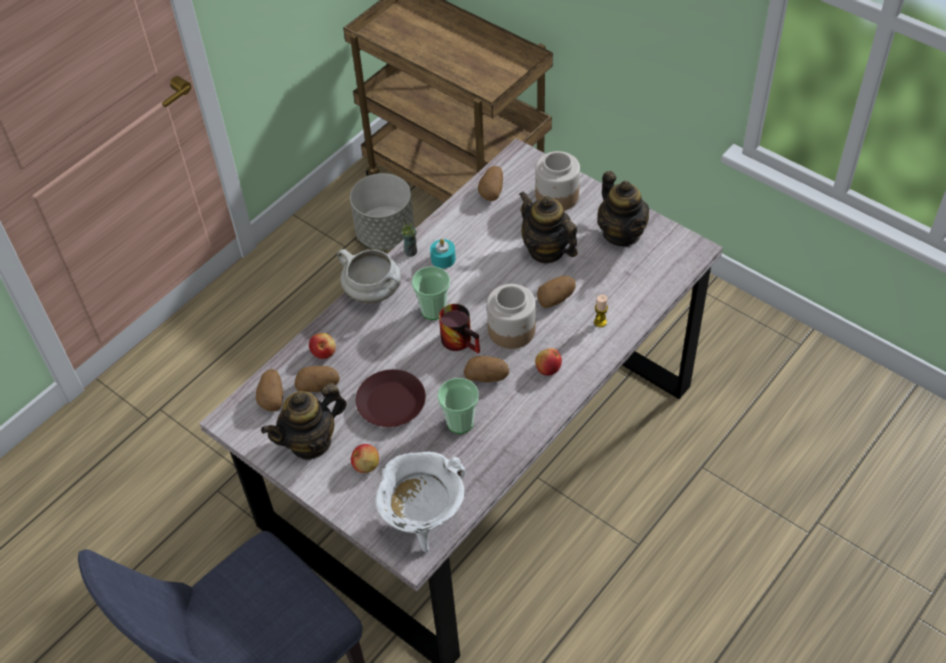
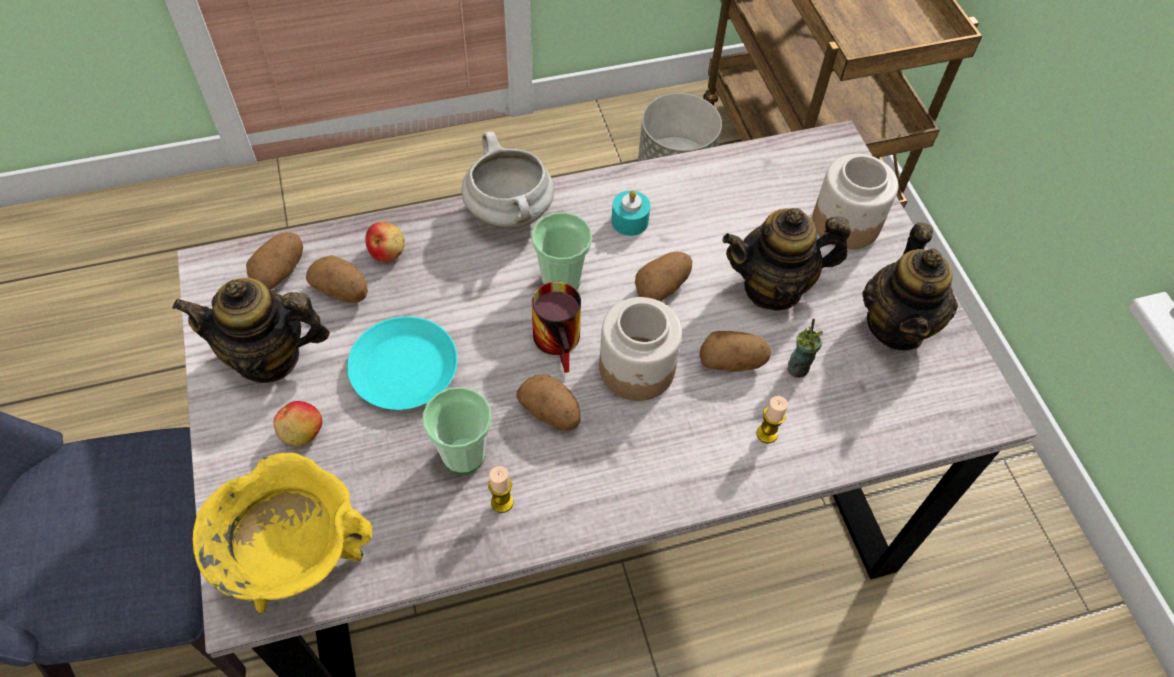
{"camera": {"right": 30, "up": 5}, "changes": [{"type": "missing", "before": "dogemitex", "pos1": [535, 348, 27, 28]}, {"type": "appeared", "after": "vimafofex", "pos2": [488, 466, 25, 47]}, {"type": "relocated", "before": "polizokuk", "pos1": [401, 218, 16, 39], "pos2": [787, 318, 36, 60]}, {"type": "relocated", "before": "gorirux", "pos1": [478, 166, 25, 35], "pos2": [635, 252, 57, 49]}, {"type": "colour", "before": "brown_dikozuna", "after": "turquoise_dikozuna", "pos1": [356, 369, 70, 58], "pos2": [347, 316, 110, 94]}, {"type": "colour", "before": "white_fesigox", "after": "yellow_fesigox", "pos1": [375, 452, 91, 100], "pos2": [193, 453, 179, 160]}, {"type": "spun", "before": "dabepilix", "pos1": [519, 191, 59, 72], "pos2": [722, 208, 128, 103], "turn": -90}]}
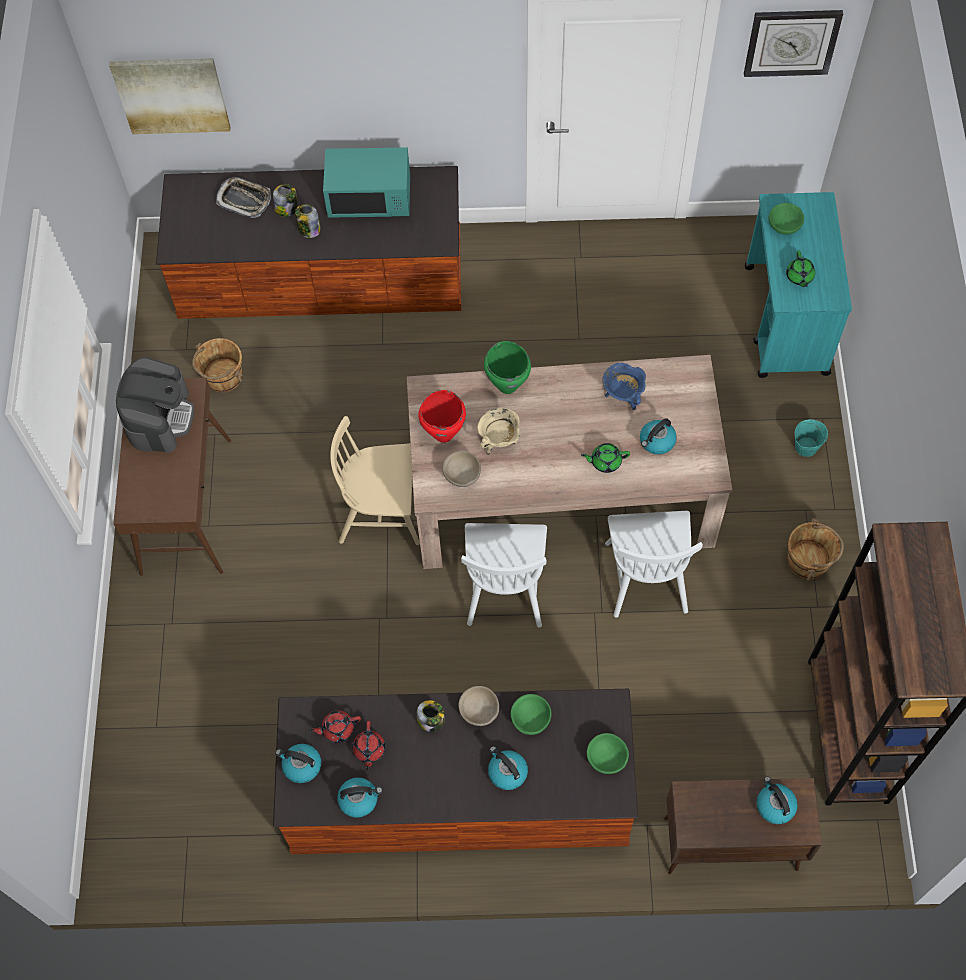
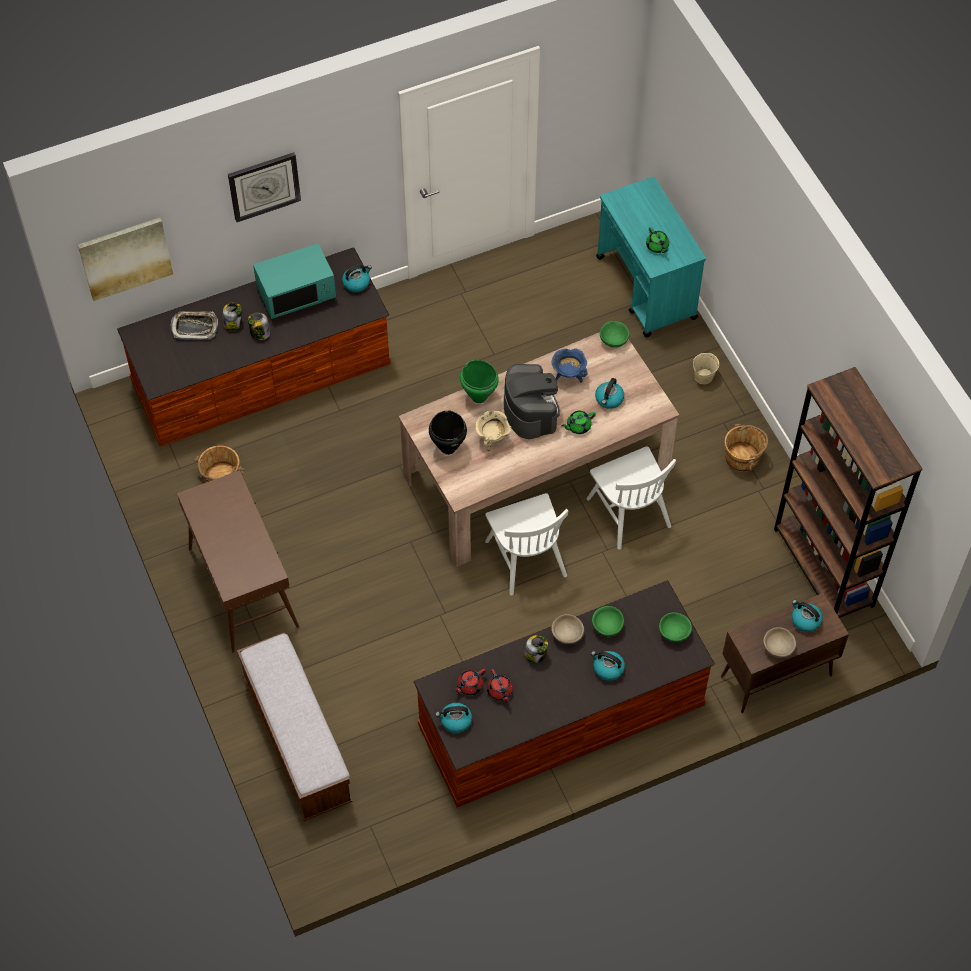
{"camera": {"right": -25, "up": -5}, "changes": [{"type": "missing", "before": "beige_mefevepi", "pos1": [330, 416, 90, 129]}, {"type": "appeared", "after": "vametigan", "pos2": [237, 632, 116, 189]}, {"type": "relocated", "before": "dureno", "pos1": [116, 357, 78, 96], "pos2": [504, 364, 56, 75]}, {"type": "relocated", "before": "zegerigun", "pos1": [337, 777, 45, 41], "pos2": [342, 265, 30, 27]}, {"type": "relocated", "before": "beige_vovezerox", "pos1": [443, 451, 38, 36], "pos2": [763, 627, 33, 31]}, {"type": "relocated", "before": "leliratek", "pos1": [744, 10, 99, 67], "pos2": [228, 152, 73, 70]}, {"type": "relocated", "before": "green_vovezerox", "pos1": [769, 203, 35, 32], "pos2": [600, 321, 29, 27]}, {"type": "colour", "before": "red_fesigox", "after": "black_fesigox", "pos1": [418, 390, 48, 53], "pos2": [429, 410, 38, 45]}, {"type": "colour", "before": "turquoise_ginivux", "after": "beige_ginivux", "pos1": [795, 419, 33, 38], "pos2": [693, 353, 26, 31]}]}
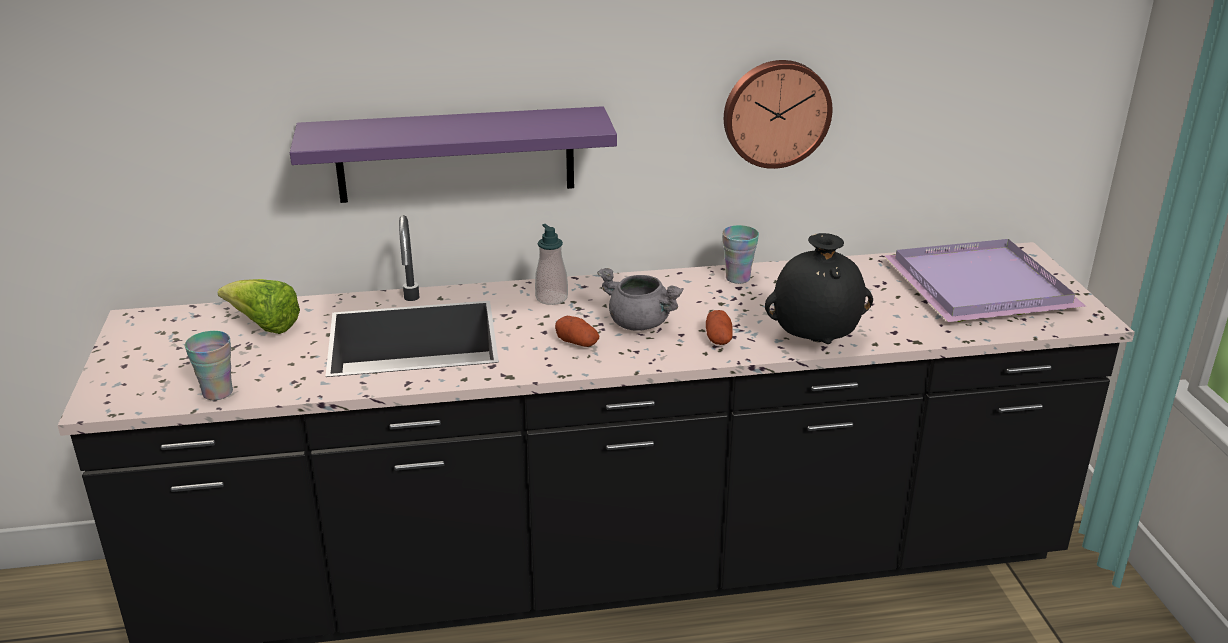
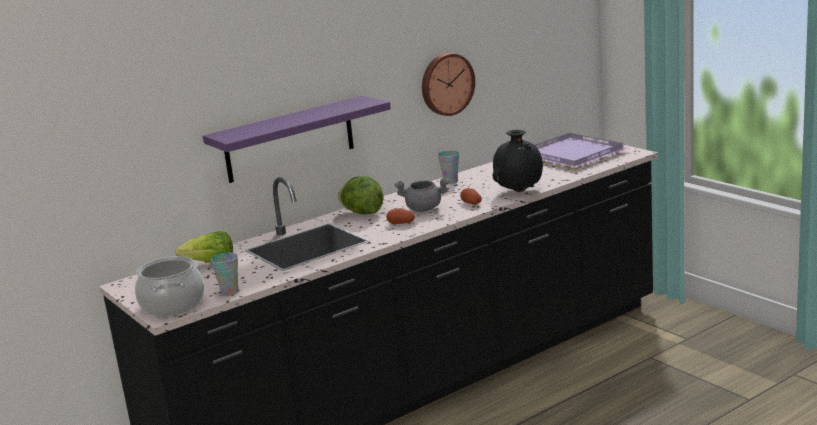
{"camera": {"right": -25, "up": -10}, "changes": [{"type": "appeared", "after": "fesigox", "pos2": [135, 256, 69, 60]}, {"type": "exchanged", "before": "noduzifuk", "after": "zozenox", "pos1": [535, 224, 33, 81], "pos2": [338, 176, 45, 38]}]}
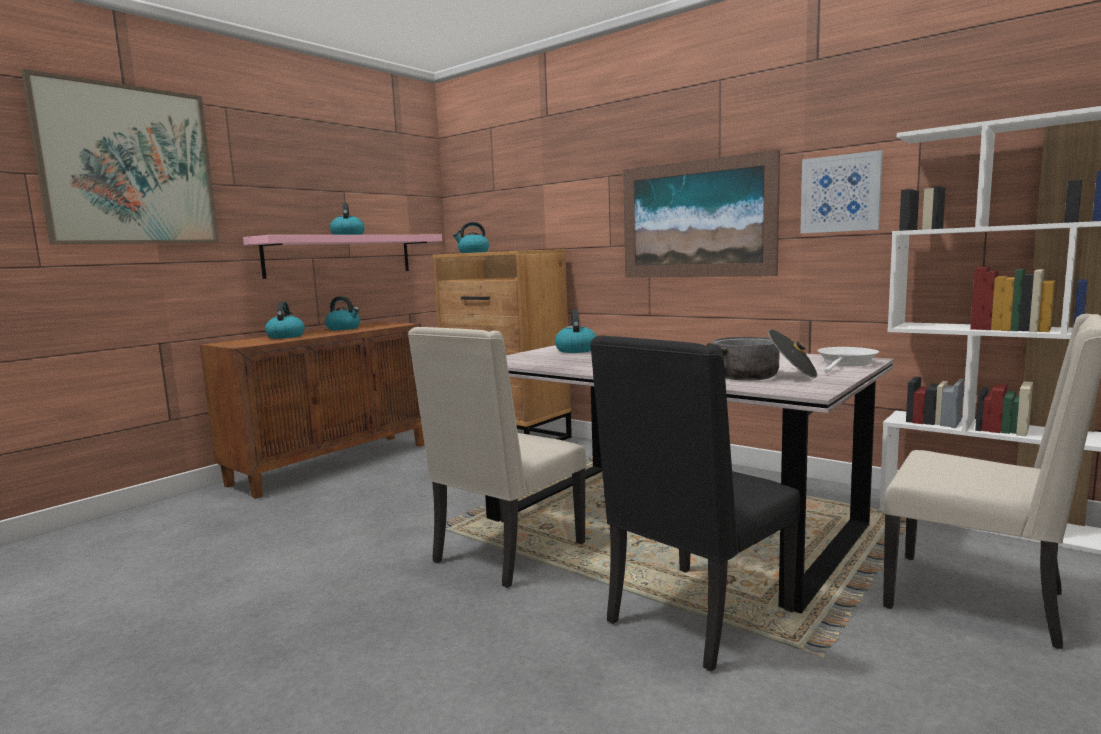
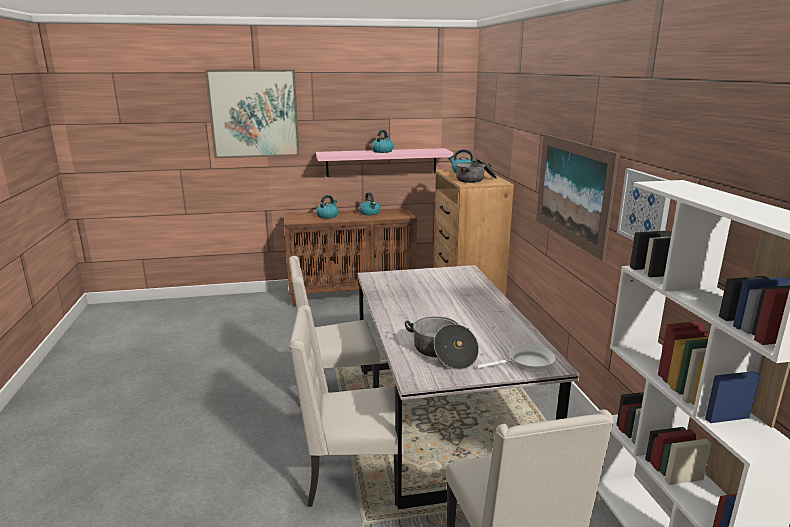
{"camera": {"right": 40, "up": 10}, "changes": [{"type": "missing", "before": "zegerigun", "pos1": [555, 310, 41, 43]}, {"type": "appeared", "after": "fesigox", "pos2": [456, 159, 41, 24]}, {"type": "colour", "before": "black_mefevepi", "after": "beige_mefevepi", "pos1": [590, 335, 210, 337], "pos2": [289, 305, 114, 202]}]}
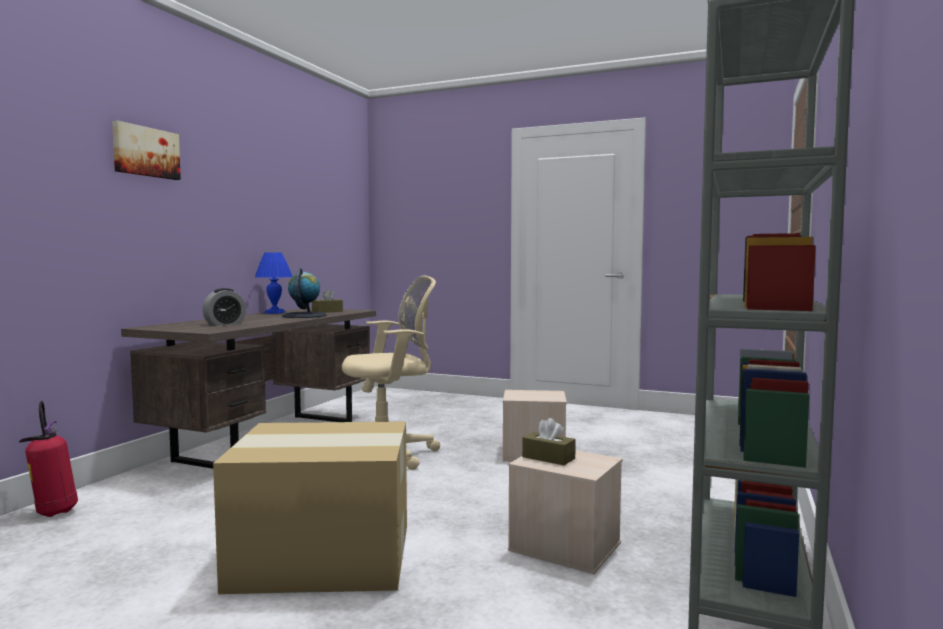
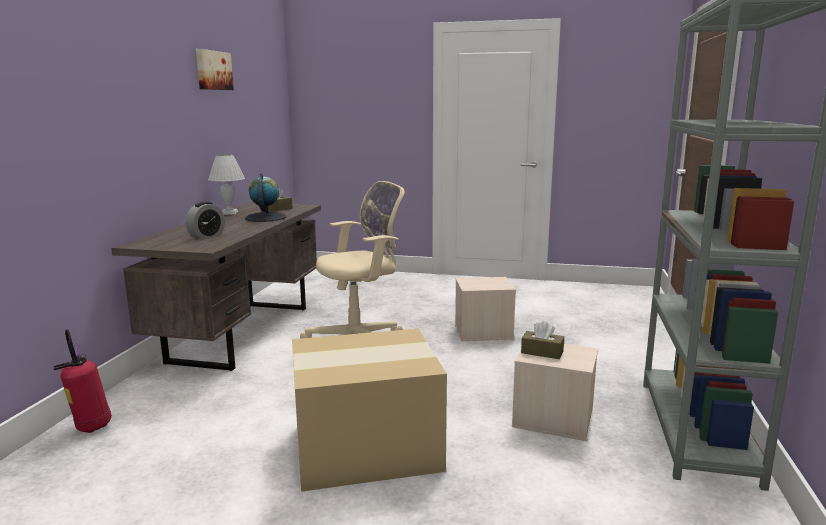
{"camera": {"right": -10, "up": 10}, "changes": [{"type": "relocated", "before": "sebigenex", "pos1": [112, 121, 69, 59], "pos2": [196, 49, 38, 41]}, {"type": "colour", "before": "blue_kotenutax", "after": "white_kotenutax", "pos1": [255, 252, 38, 62], "pos2": [208, 155, 37, 60]}]}
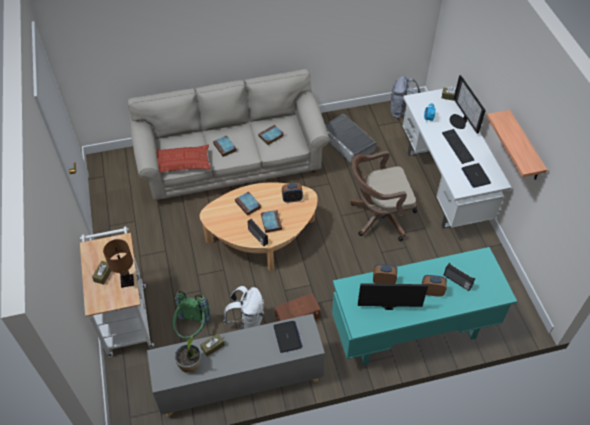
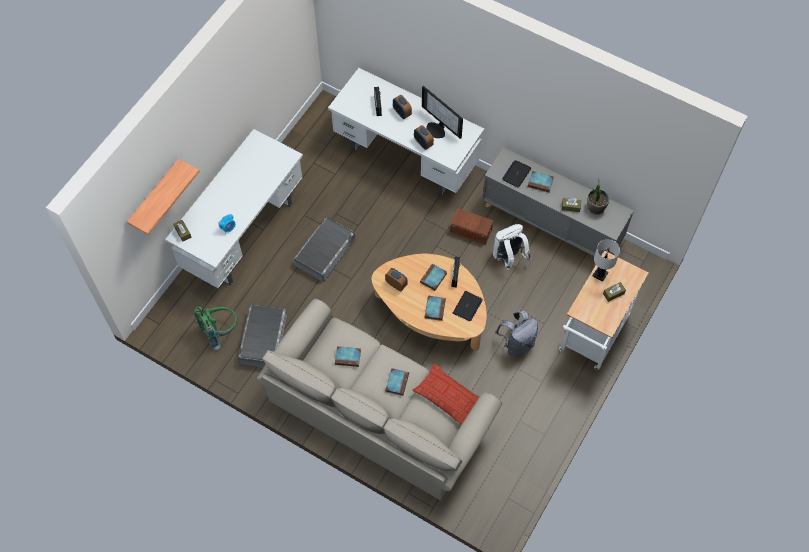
{"camera": {"right": -135, "up": 10}, "changes": [{"type": "missing", "before": "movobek", "pos1": [442, 129, 32, 35]}, {"type": "missing", "before": "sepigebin", "pos1": [450, 75, 36, 59]}, {"type": "appeared", "after": "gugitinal", "pos2": [528, 171, 26, 22]}, {"type": "relocated", "before": "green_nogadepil", "pos1": [173, 291, 38, 48], "pos2": [194, 307, 43, 43]}, {"type": "relocated", "before": "grey_nogadepil", "pos1": [391, 76, 30, 43], "pos2": [495, 311, 43, 46]}, {"type": "relocated", "before": "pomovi", "pos1": [462, 163, 29, 25], "pos2": [453, 291, 30, 30]}, {"type": "relocated", "before": "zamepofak", "pos1": [487, 110, 60, 70], "pos2": [127, 159, 73, 76]}, {"type": "exchanged", "before": "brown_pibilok", "after": "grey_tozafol", "pos1": [350, 151, 67, 90], "pos2": [294, 217, 61, 65]}, {"type": "colour", "before": "brown_kotenutax", "after": "white_kotenutax", "pos1": [103, 239, 31, 49], "pos2": [593, 239, 27, 43]}, {"type": "colour", "before": "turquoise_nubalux", "after": "white_nubalux", "pos1": [332, 247, 185, 118], "pos2": [328, 68, 156, 129]}]}
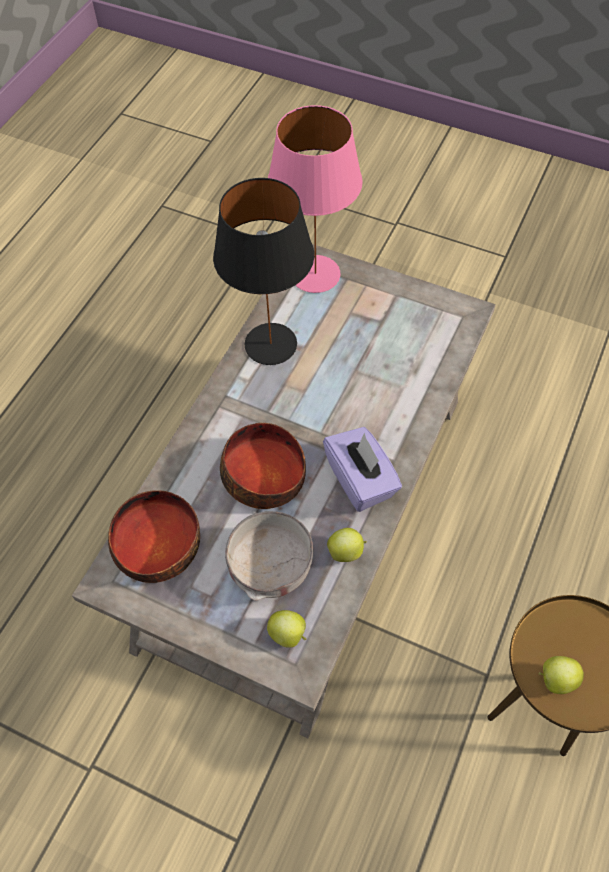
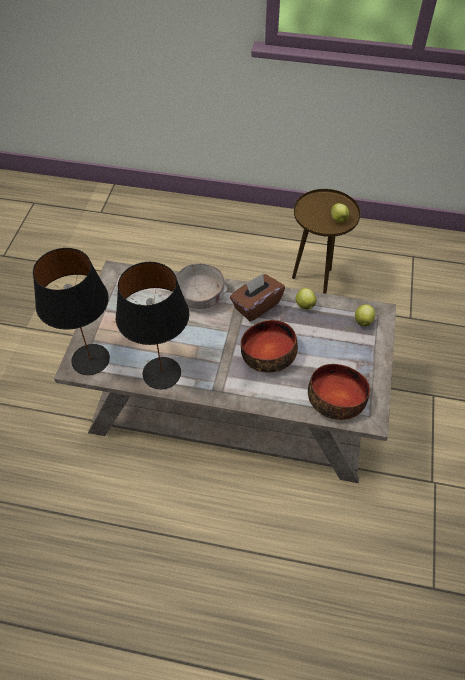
{"camera": {"right": -105, "up": -5}, "changes": [{"type": "relocated", "before": "grey_vovezerox", "pos1": [225, 511, 88, 90], "pos2": [176, 264, 51, 45]}, {"type": "colour", "before": "pink_kotenutax", "after": "black_kotenutax", "pos1": [268, 105, 95, 188], "pos2": [33, 248, 77, 127]}, {"type": "colour", "before": "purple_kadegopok", "after": "brown_kadegopok", "pos1": [323, 427, 79, 85], "pos2": [230, 274, 55, 48]}]}
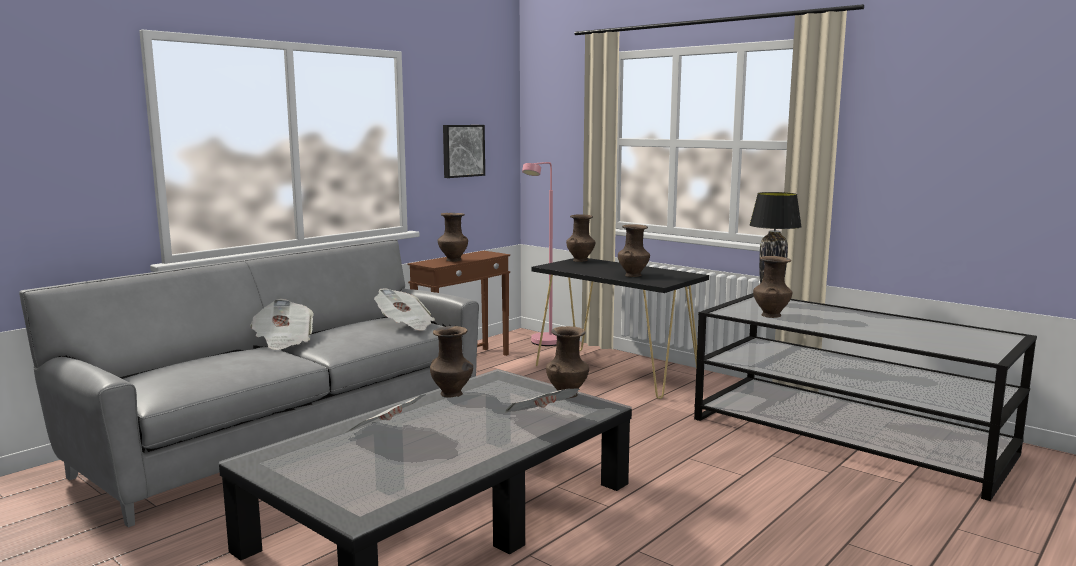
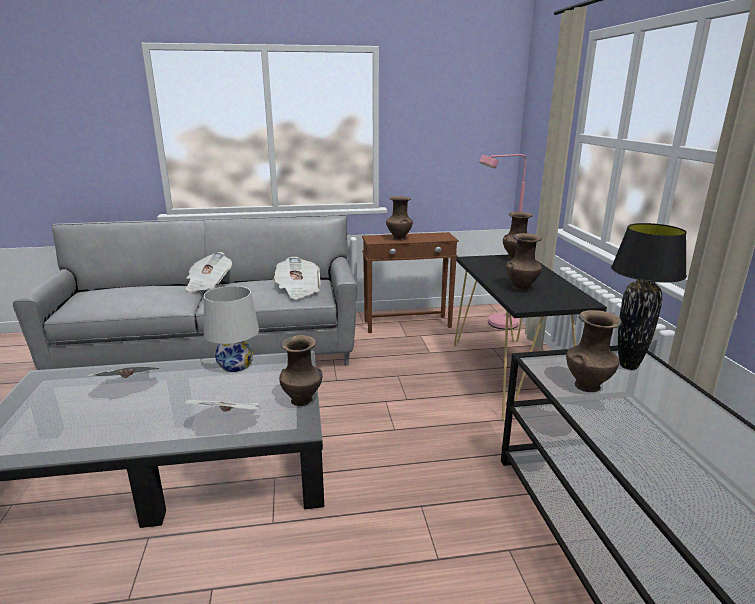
{"camera": {"right": 40, "up": 10}, "changes": [{"type": "missing", "before": "sebigenex", "pos1": [443, 125, 42, 53]}, {"type": "exchanged", "before": "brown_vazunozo", "after": "white_kotenutax", "pos1": [430, 326, 43, 72], "pos2": [204, 286, 55, 86]}]}
